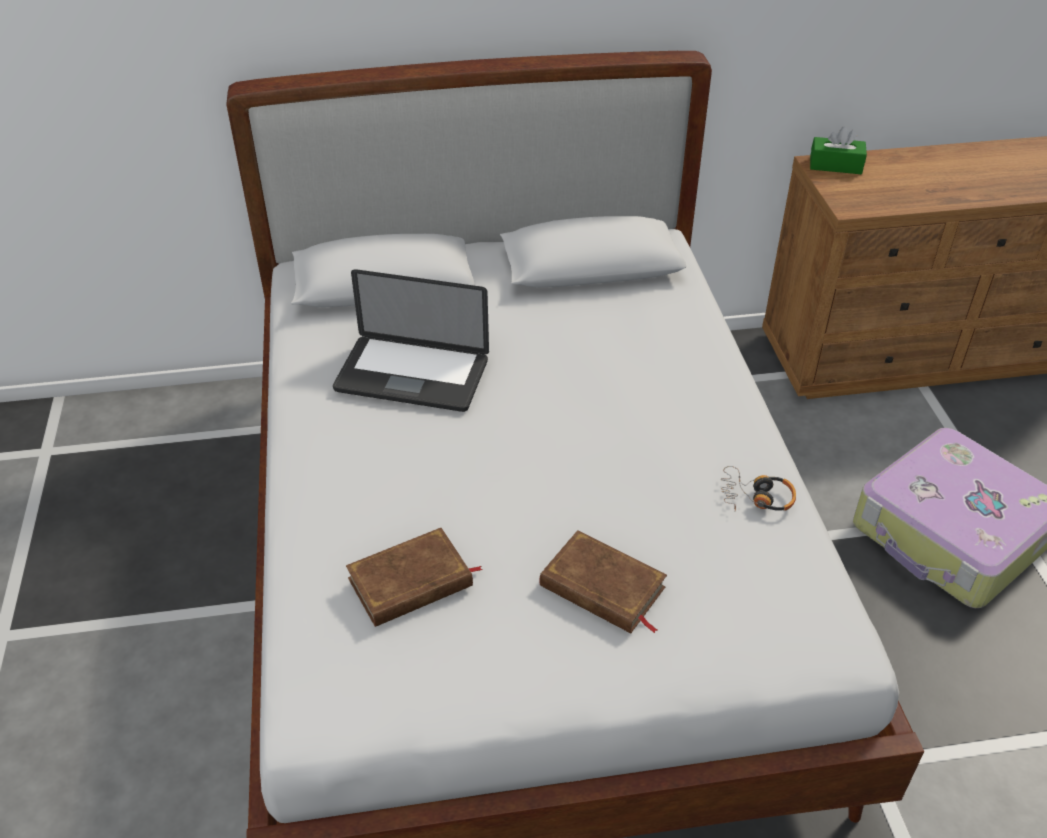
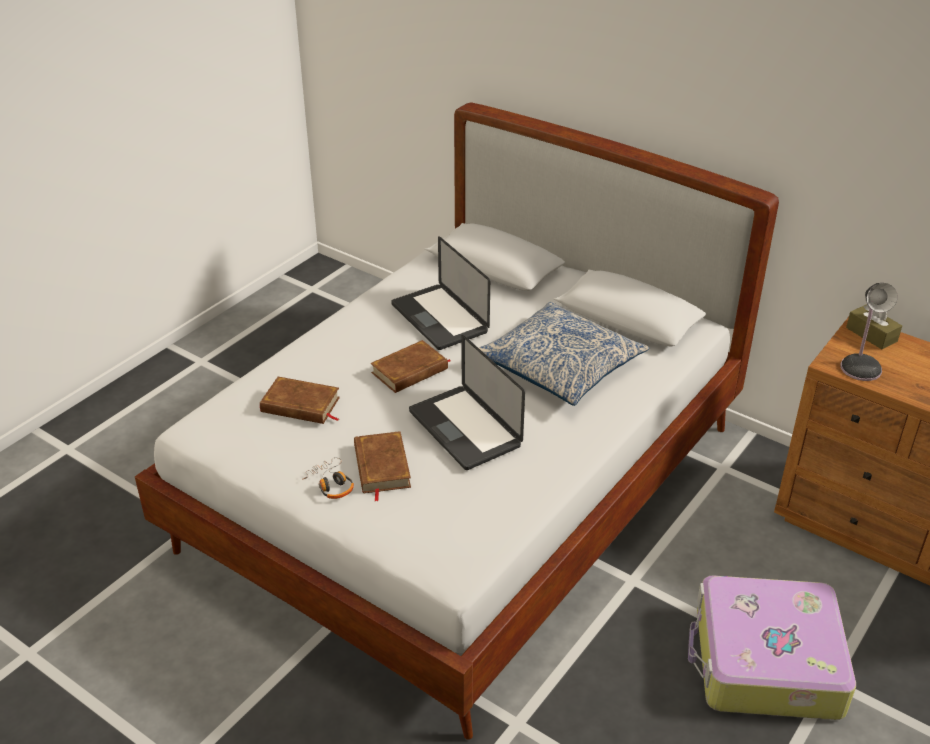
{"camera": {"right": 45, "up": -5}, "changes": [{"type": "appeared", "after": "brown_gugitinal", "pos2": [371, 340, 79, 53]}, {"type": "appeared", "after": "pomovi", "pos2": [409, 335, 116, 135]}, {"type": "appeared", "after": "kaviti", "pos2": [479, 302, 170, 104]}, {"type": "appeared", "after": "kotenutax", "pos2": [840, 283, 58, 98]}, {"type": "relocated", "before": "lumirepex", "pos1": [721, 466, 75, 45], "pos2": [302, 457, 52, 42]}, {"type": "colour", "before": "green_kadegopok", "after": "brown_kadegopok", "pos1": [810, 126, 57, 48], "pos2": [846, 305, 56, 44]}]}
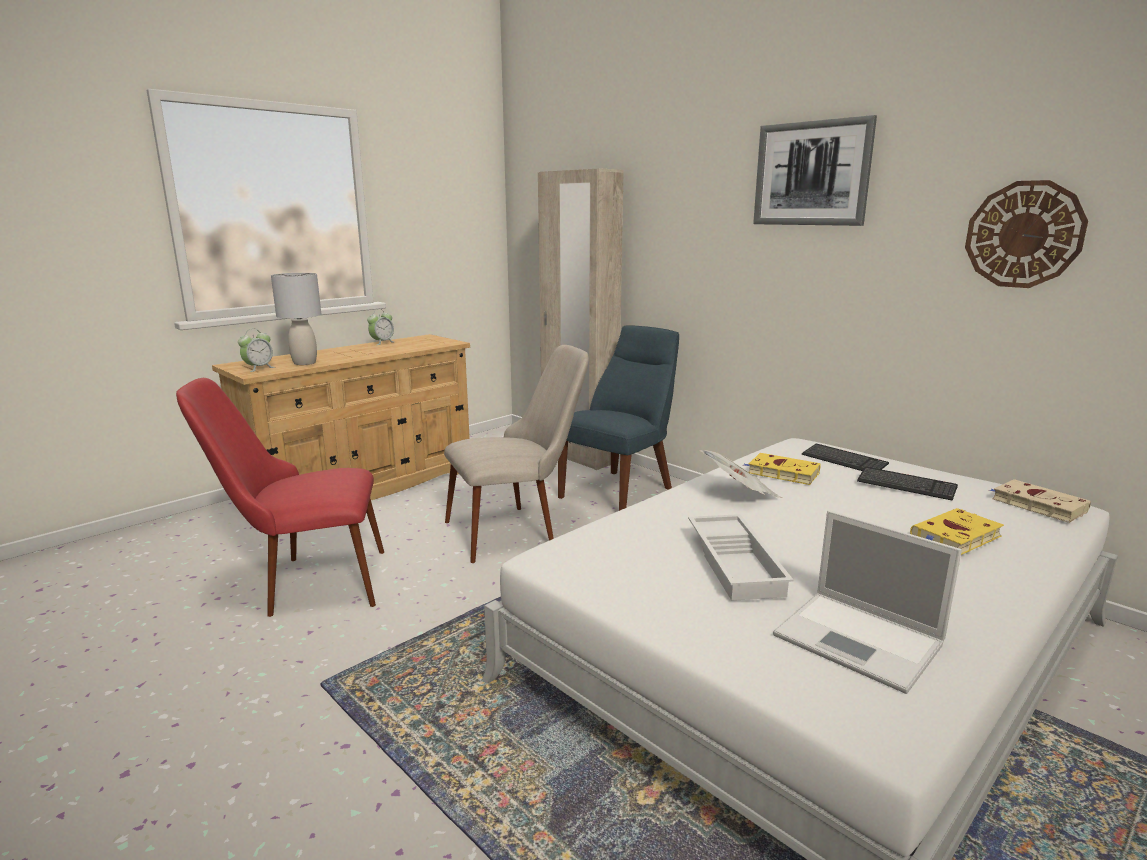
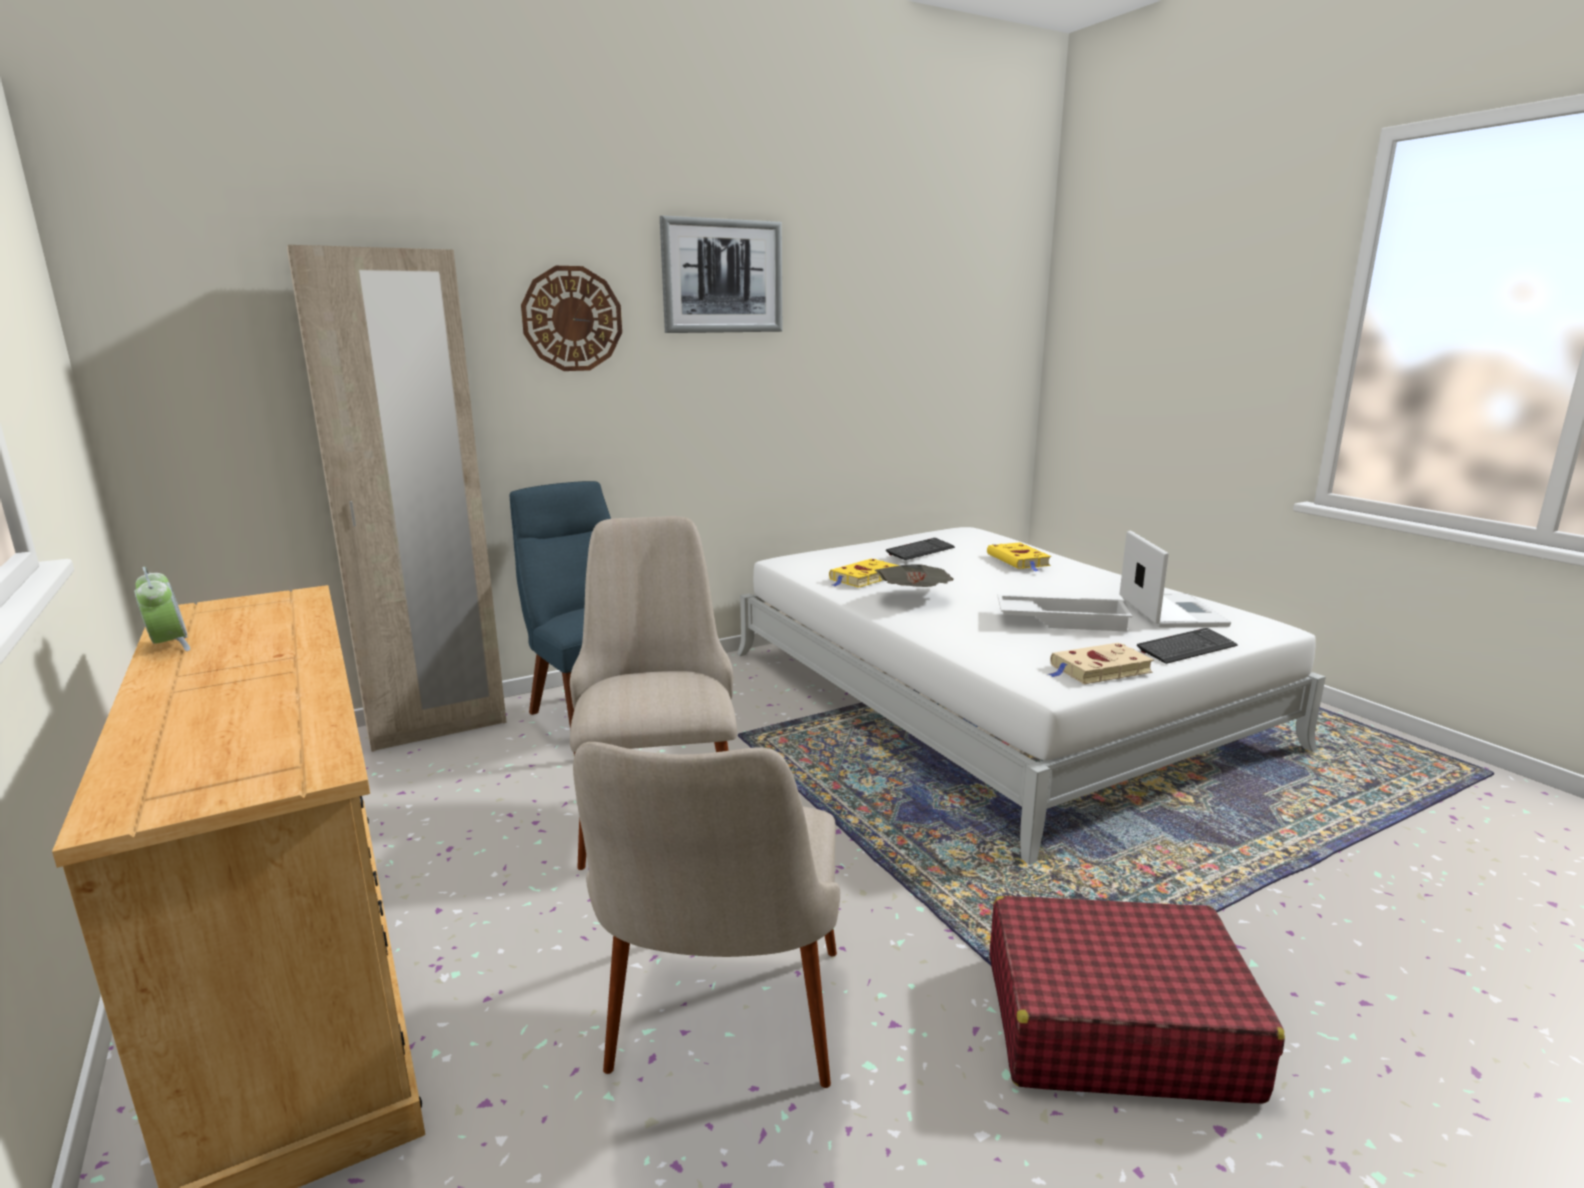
{"camera": {"right": -75, "up": 0}, "changes": [{"type": "missing", "before": "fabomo", "pos1": [238, 329, 37, 43]}, {"type": "missing", "before": "grey_kotenutax", "pos1": [271, 273, 50, 92]}, {"type": "appeared", "after": "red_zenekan", "pos2": [989, 896, 296, 208]}, {"type": "relocated", "before": "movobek", "pos1": [802, 444, 87, 27], "pos2": [1137, 628, 101, 36]}, {"type": "relocated", "before": "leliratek", "pos1": [965, 180, 123, 108], "pos2": [521, 266, 101, 105]}, {"type": "relocated", "before": "beige_gugitinal", "pos1": [989, 479, 102, 44], "pos2": [1048, 642, 106, 42]}, {"type": "colour", "before": "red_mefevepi", "after": "beige_mefevepi", "pos1": [176, 378, 208, 239], "pos2": [573, 742, 267, 346]}, {"type": "spun", "before": "pomovi", "pos1": [773, 510, 189, 184], "pos2": [1119, 530, 112, 98], "turn": -60}]}
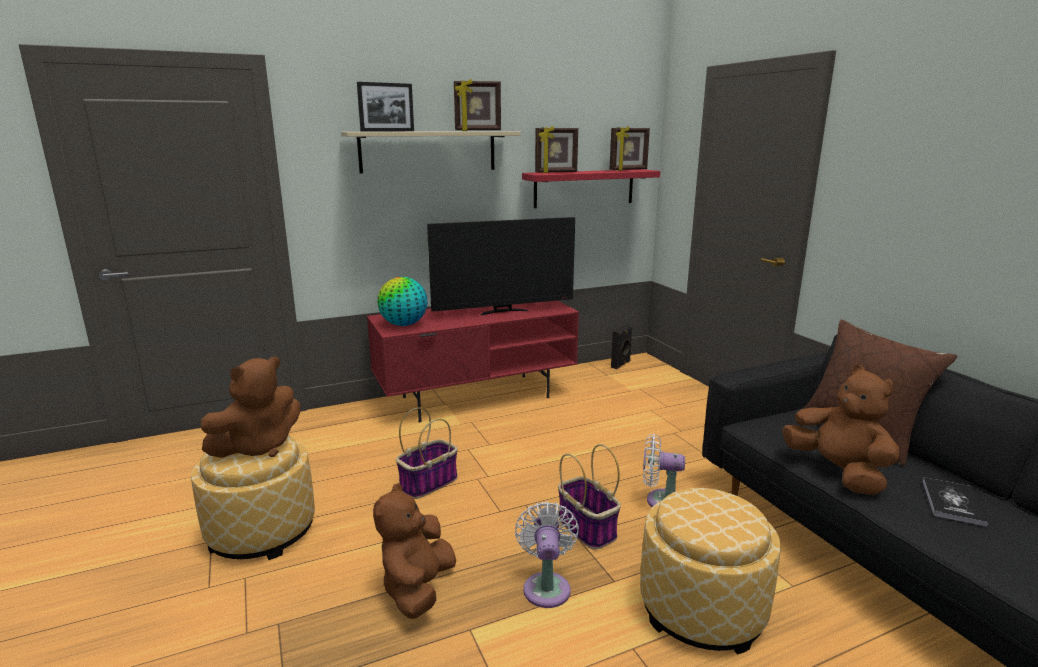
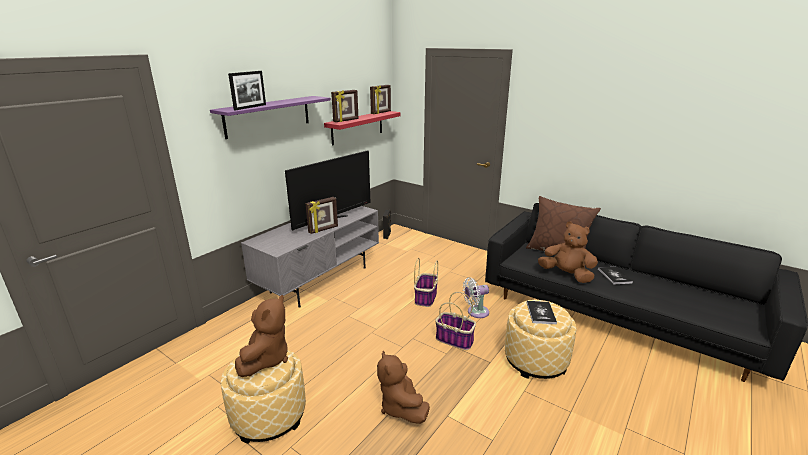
{"camera": {"right": -30, "up": 5}, "changes": [{"type": "missing", "before": "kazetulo", "pos1": [378, 277, 50, 49]}, {"type": "missing", "before": "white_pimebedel", "pos1": [515, 502, 64, 106]}, {"type": "appeared", "after": "gugitinal", "pos2": [527, 301, 30, 23]}, {"type": "relocated", "before": "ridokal", "pos1": [396, 407, 62, 92], "pos2": [414, 258, 24, 49]}, {"type": "relocated", "before": "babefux", "pos1": [454, 79, 47, 52], "pos2": [306, 197, 32, 37]}, {"type": "colour", "before": "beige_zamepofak", "after": "purple_zamepofak", "pos1": [341, 131, 179, 42], "pos2": [210, 96, 121, 43]}, {"type": "colour", "before": "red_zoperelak", "after": "grey_zoperelak", "pos1": [367, 301, 212, 121], "pos2": [241, 206, 138, 102]}]}
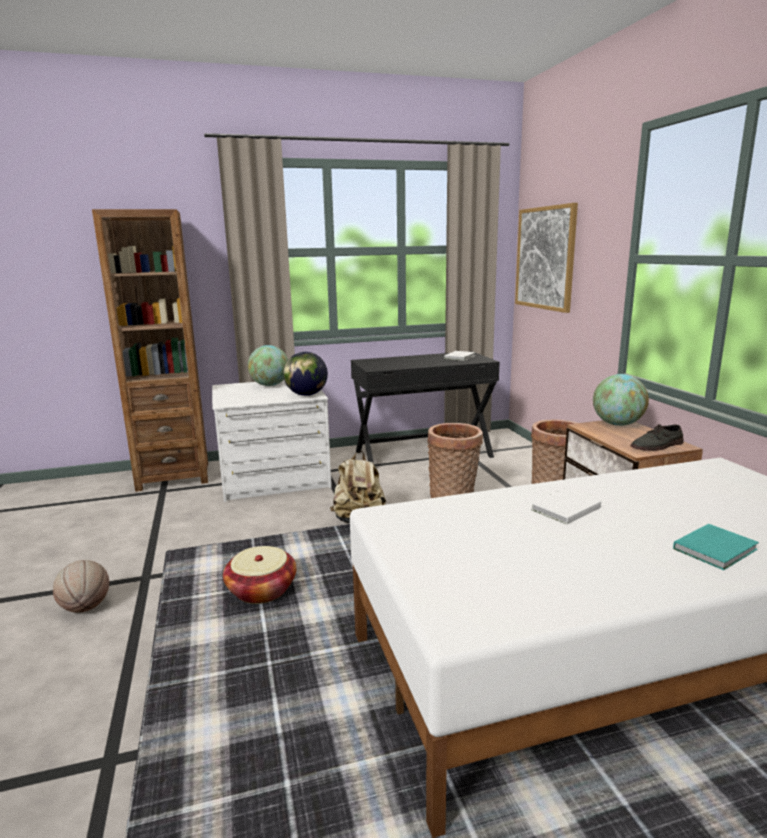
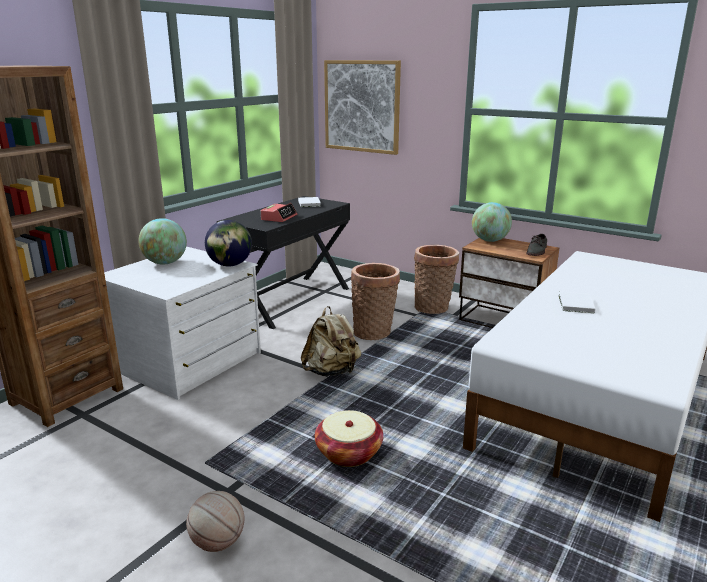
{"camera": {"right": -40, "up": 5}, "changes": [{"type": "missing", "before": "turquoise_gugitinal", "pos1": [673, 524, 86, 46]}, {"type": "appeared", "after": "fabomo", "pos2": [261, 203, 36, 19]}]}
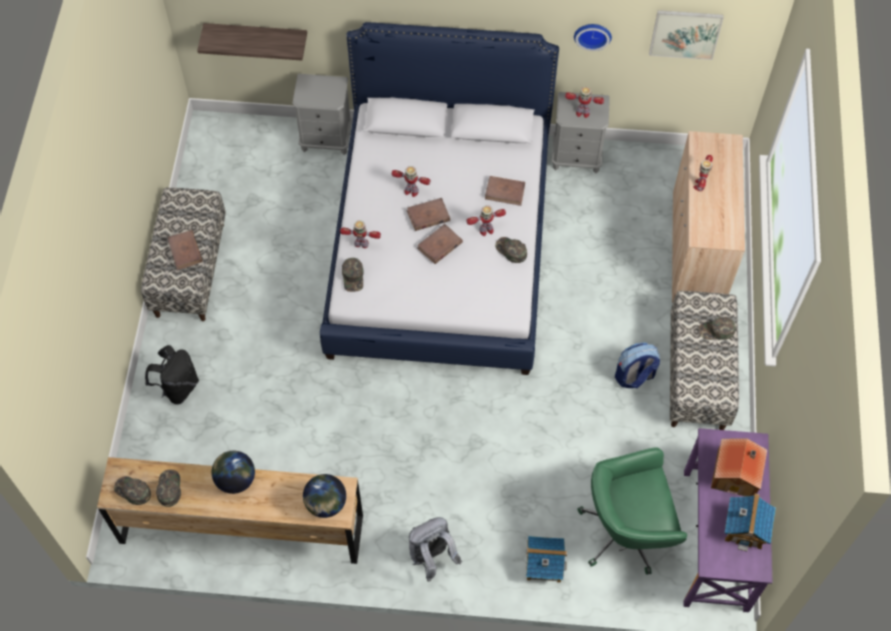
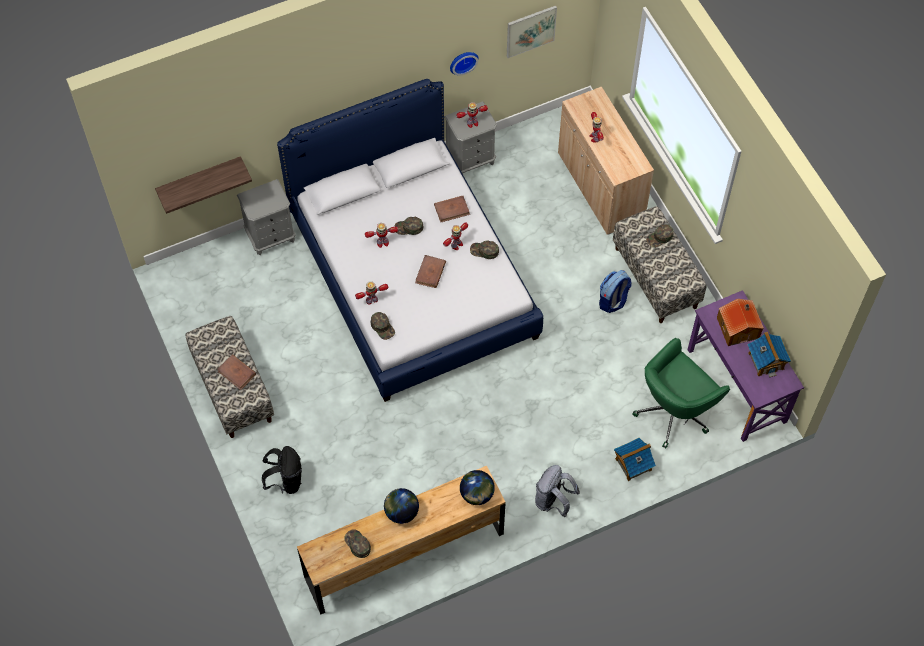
{"camera": {"right": -30, "up": 0}, "changes": [{"type": "missing", "before": "brown_gugitinal", "pos1": [406, 198, 44, 33]}, {"type": "relocated", "before": "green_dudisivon", "pos1": [114, 476, 37, 29], "pos2": [394, 217, 29, 18]}]}
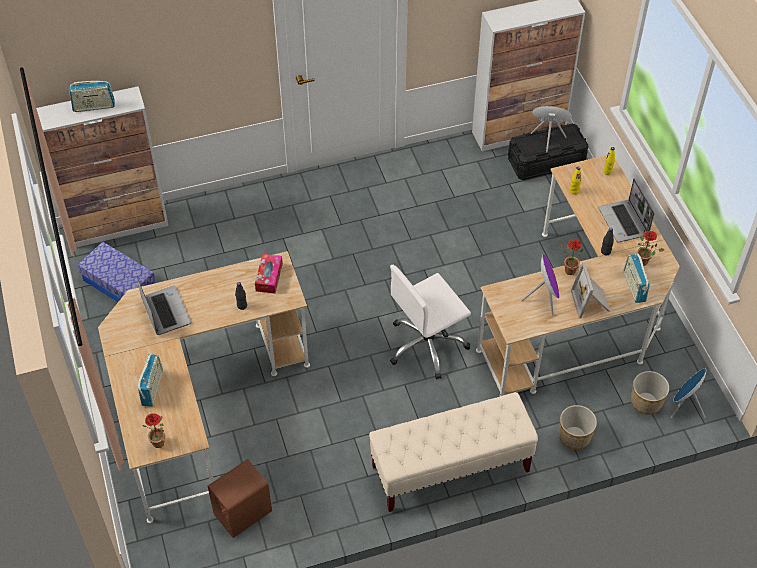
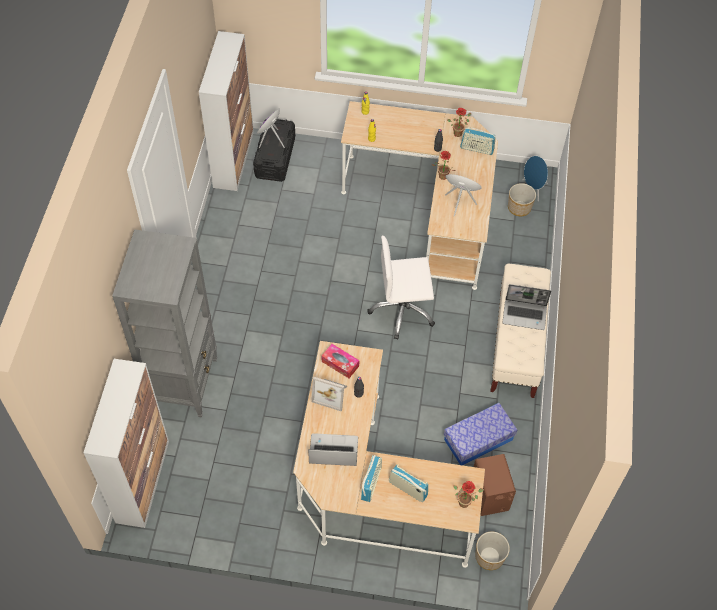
{"camera": {"right": -65, "up": 5}, "changes": [{"type": "appeared", "after": "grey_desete", "pos2": [112, 229, 105, 188]}, {"type": "relocated", "before": "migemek", "pos1": [69, 81, 46, 31], "pos2": [361, 455, 21, 47]}, {"type": "relocated", "before": "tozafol", "pos1": [77, 242, 79, 60], "pos2": [444, 403, 73, 62]}, {"type": "relocated", "before": "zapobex", "pos1": [559, 405, 38, 45], "pos2": [475, 531, 35, 39]}, {"type": "relocated", "before": "babefux", "pos1": [571, 262, 39, 56], "pos2": [312, 377, 35, 34]}, {"type": "relocated", "before": "pomovi", "pos1": [599, 179, 55, 63], "pos2": [503, 284, 48, 46]}, {"type": "spun", "before": "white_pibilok", "pos1": [390, 265, 81, 114], "pos2": [367, 236, 68, 103], "turn": 90}]}
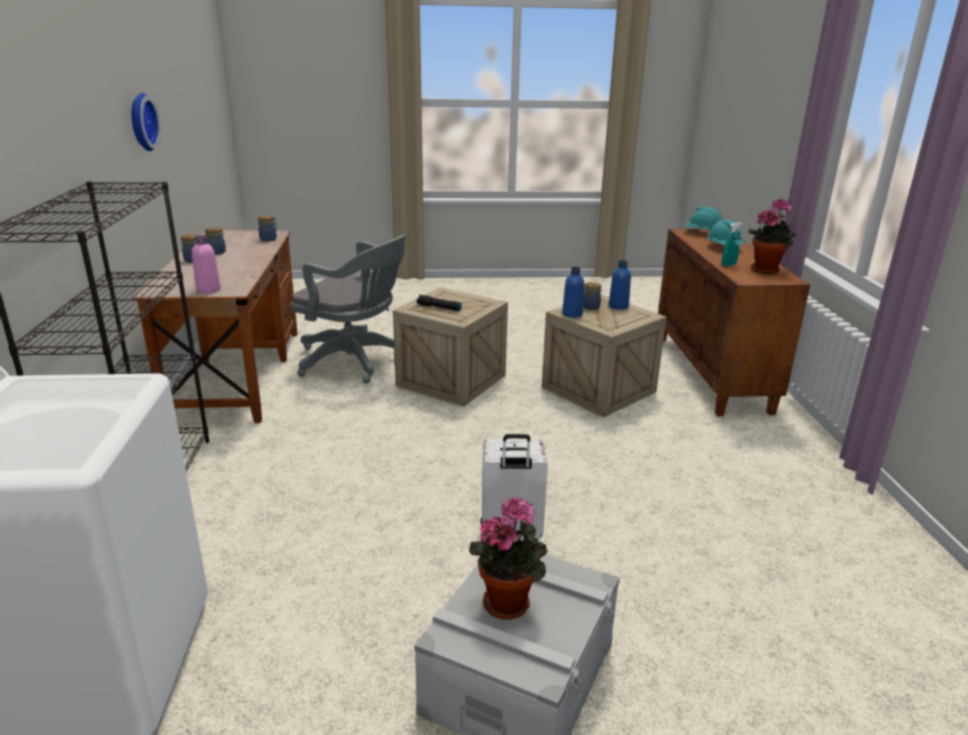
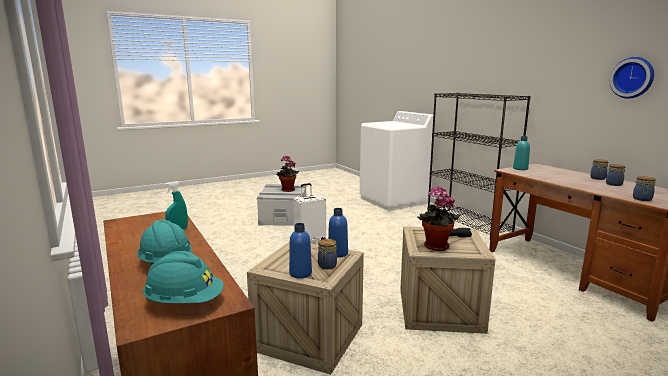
{"camera": {"right": 155, "up": -10}, "changes": [{"type": "missing", "before": "grey_pibilok", "pos1": [291, 235, 115, 149]}, {"type": "relocated", "before": "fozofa", "pos1": [748, 198, 48, 76], "pos2": [417, 186, 43, 65]}, {"type": "colour", "before": "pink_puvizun", "after": "turquoise_puvizun", "pos1": [192, 235, 29, 58], "pos2": [513, 136, 17, 34]}]}
